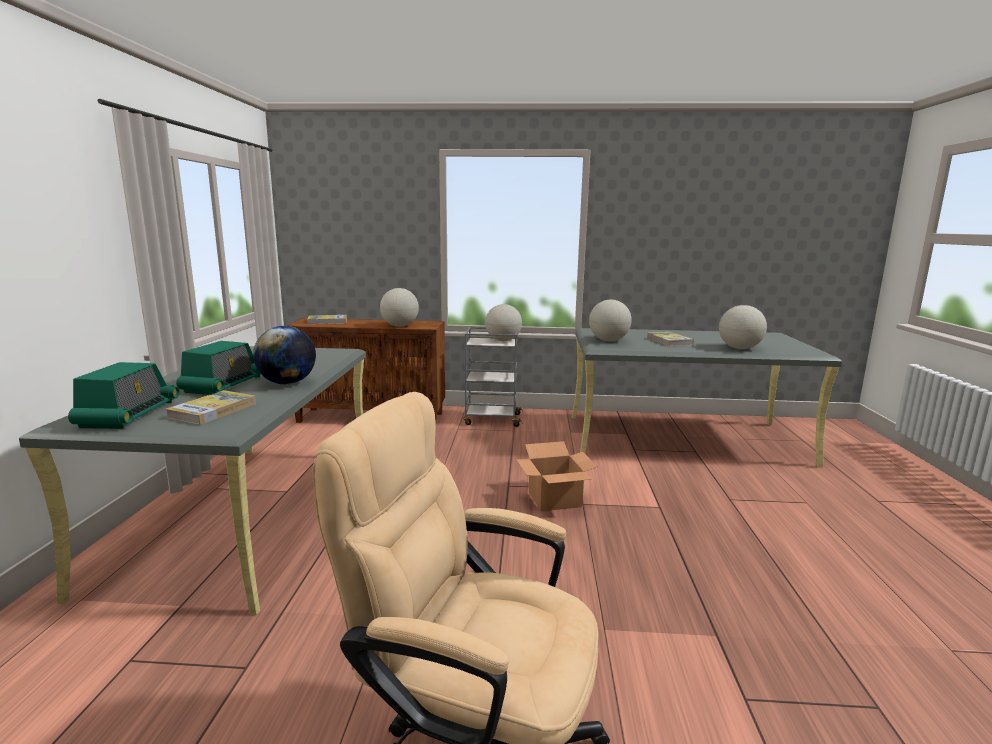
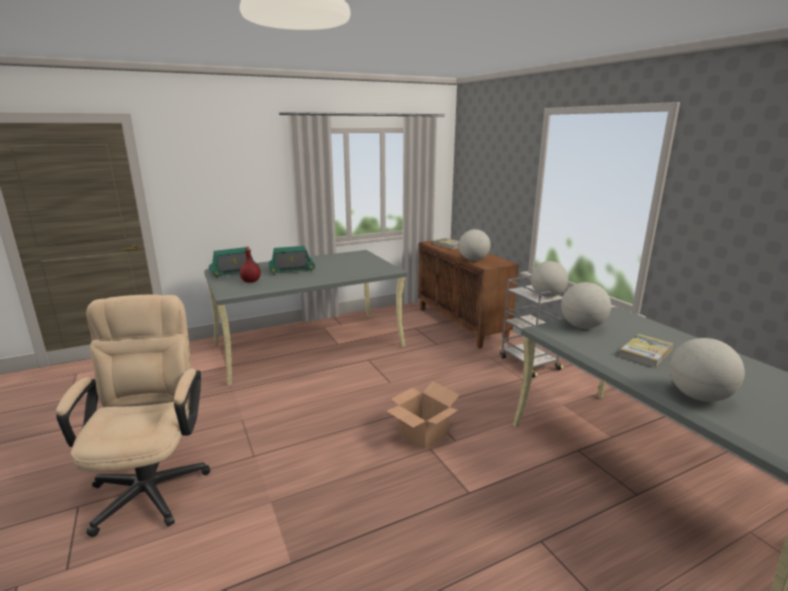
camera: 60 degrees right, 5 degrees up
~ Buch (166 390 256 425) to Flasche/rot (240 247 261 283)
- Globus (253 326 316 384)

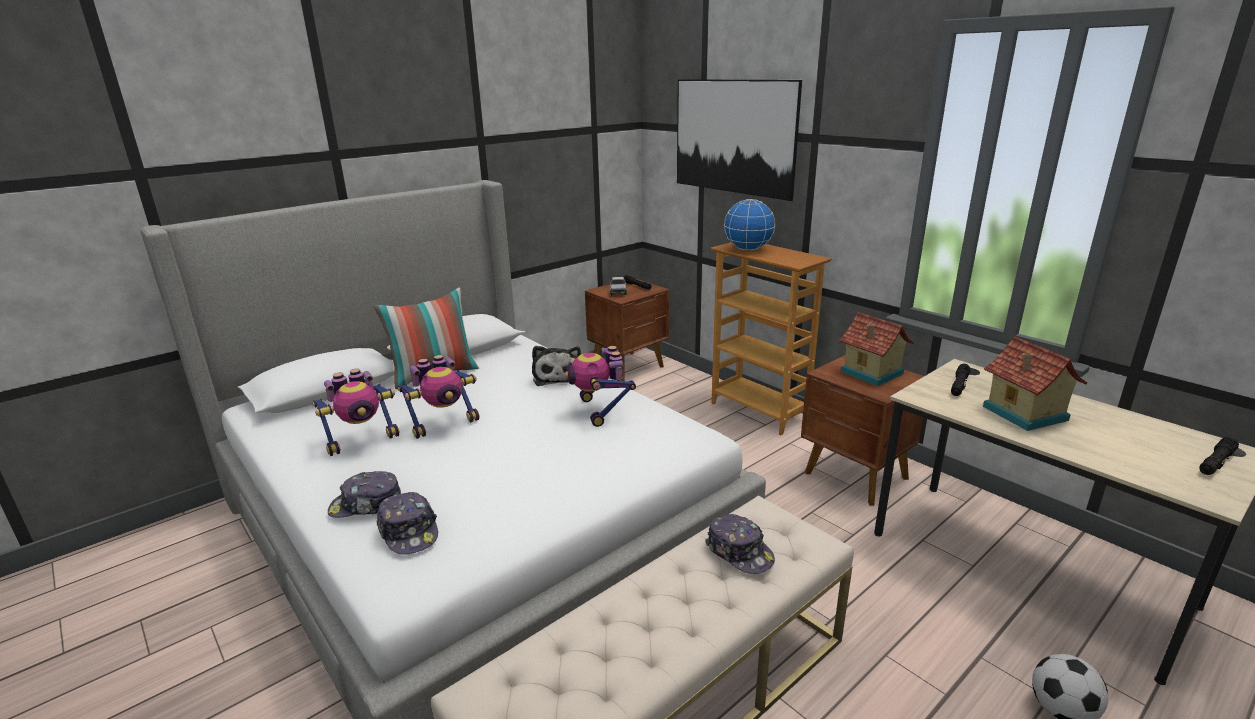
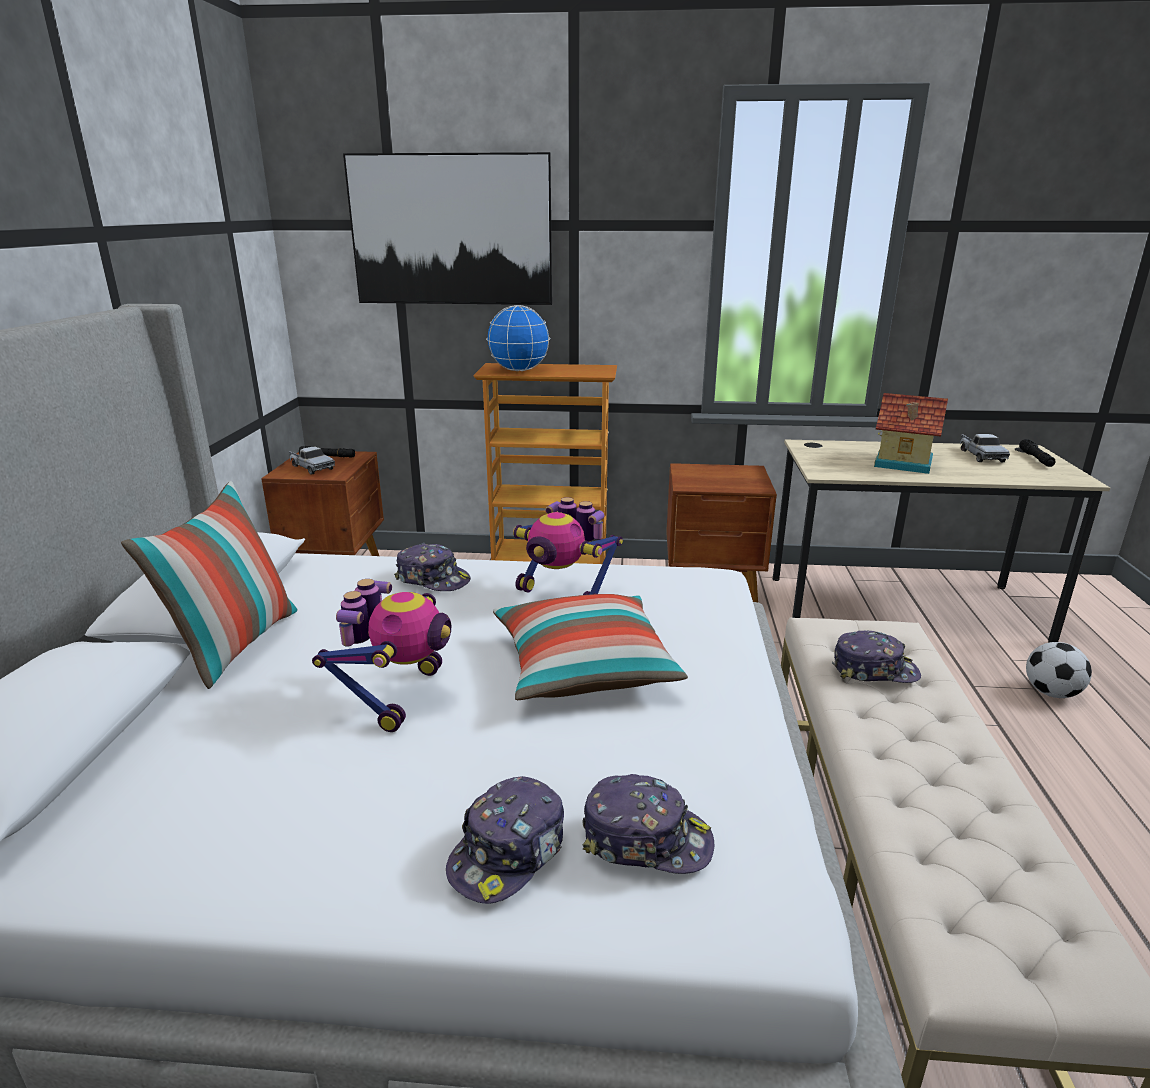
camera: 45 degrees left, 0 degrees up
~ Plüschtier (532 346 581 386) to Kappe (394 543 471 591)
+ Kissen (493 594 688 700)
+ Spielzeuglaster (960 434 1010 462)
- Spielzeugroboter (313 369 400 456)
- Spielzeughaus (839 312 914 386)
- Taschenlampe/schwarz (951 364 970 396)

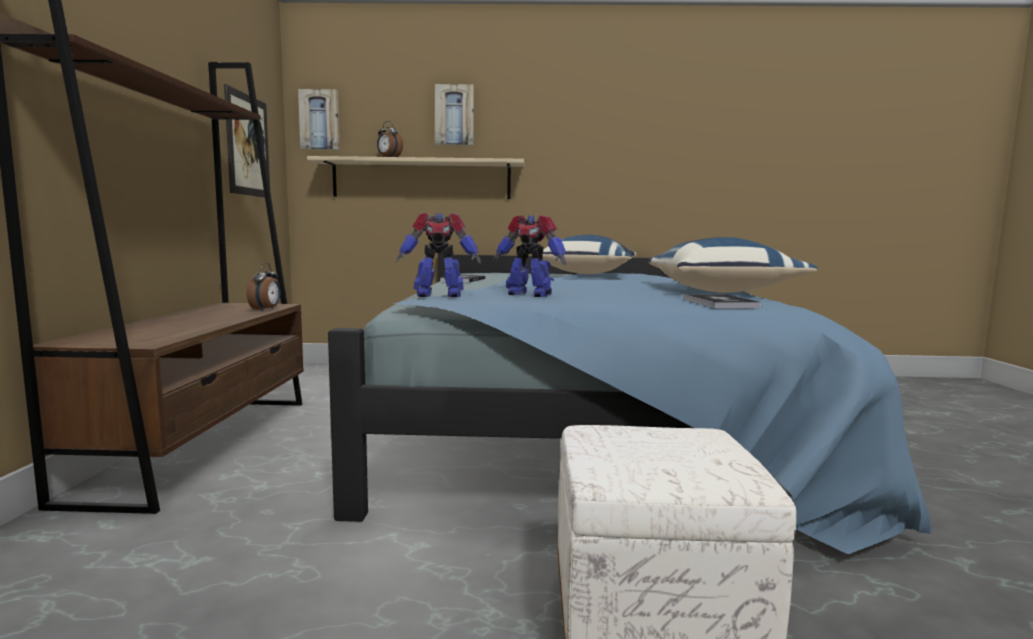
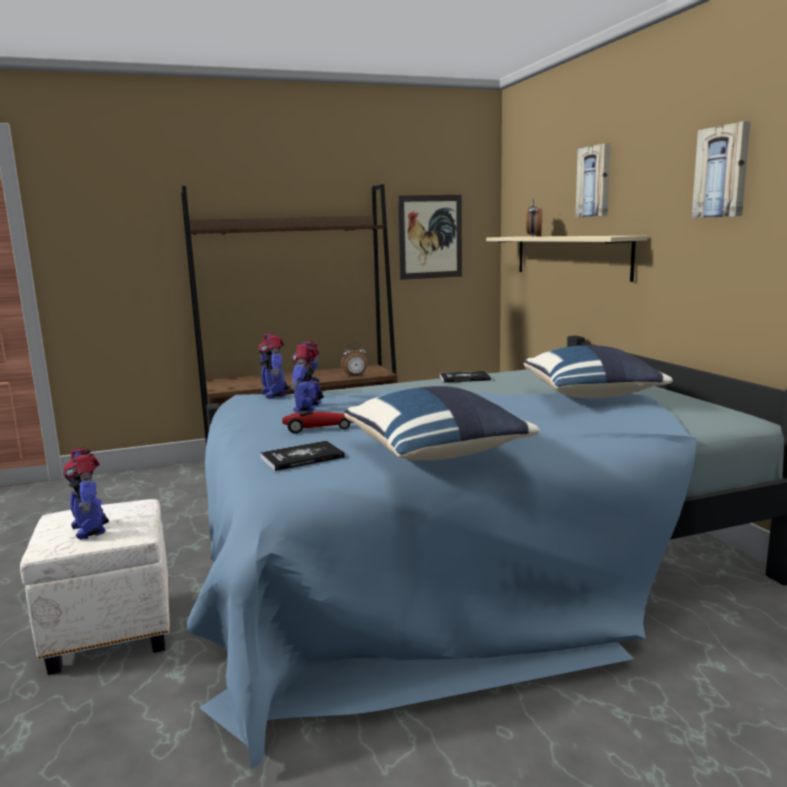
camera: 70 degrees right, 5 degrees up
+ Spielzeugroboter (62 447 109 540)
+ Spielzeugauto (282 412 353 434)
~ Bild (298 89 340 150) to (692 121 751 218)

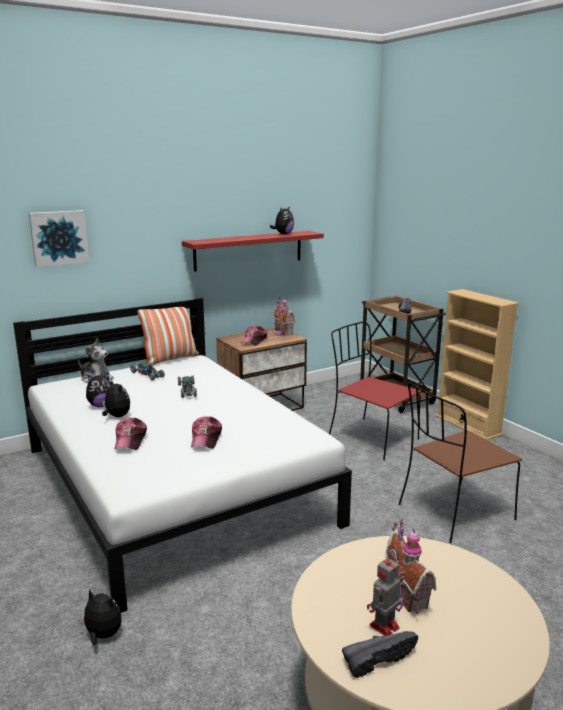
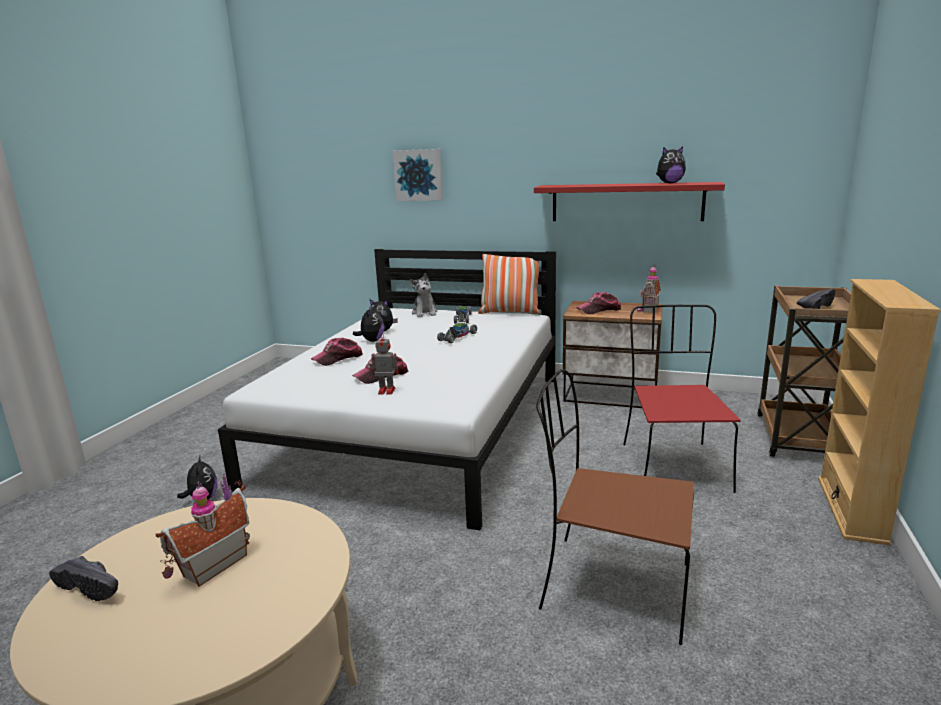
camera: 50 degrees right, 0 degrees up
~ Spielzeugroboter (367 554 401 636) to (369 333 399 394)

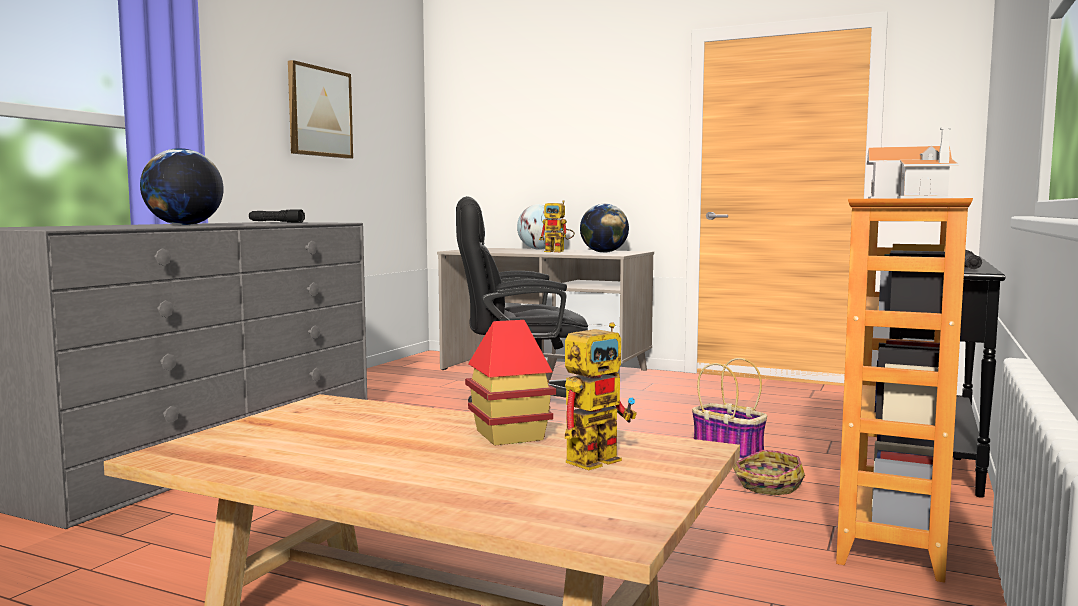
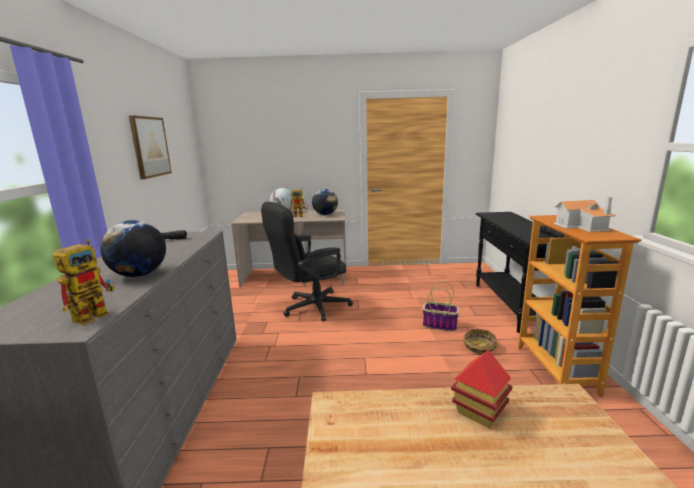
camera: 25 degrees left, 10 degrees up
~ Spielzeugroboter (565 323 637 470) to (53 239 114 325)

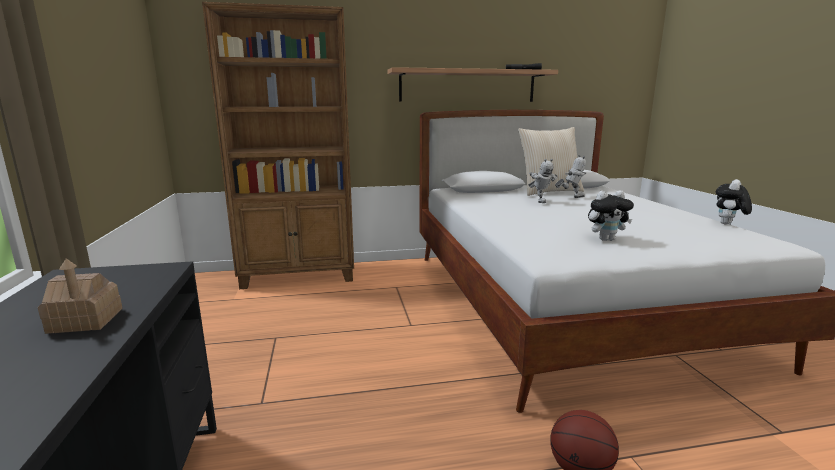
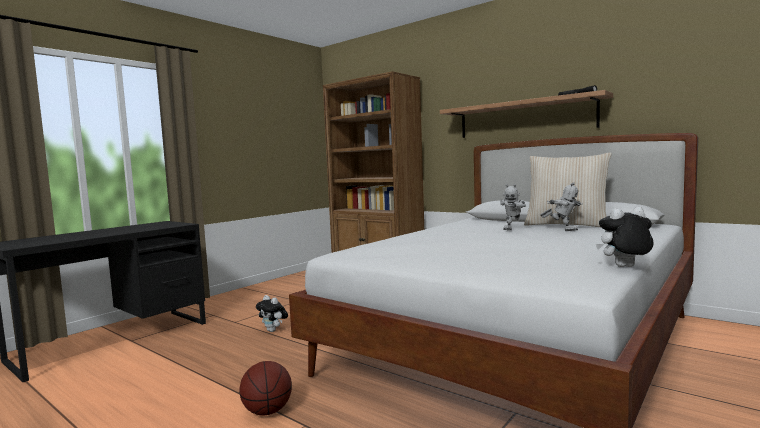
camera: 50 degrees right, 10 degrees down
~ Plüschtier (588 190 634 241) to (256 295 288 332)
- Spielzeughaus (38 258 122 334)

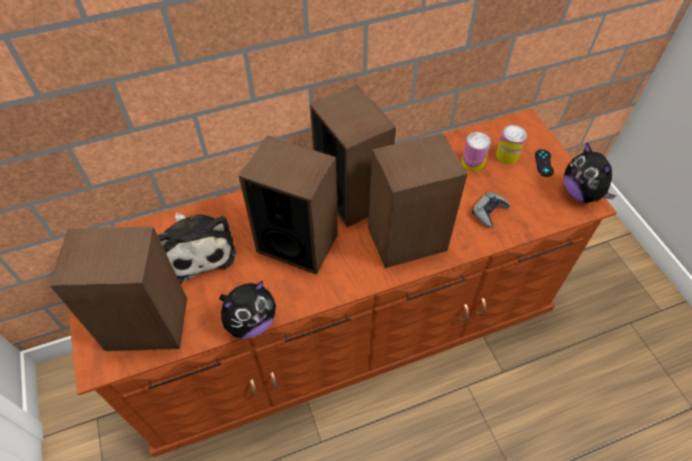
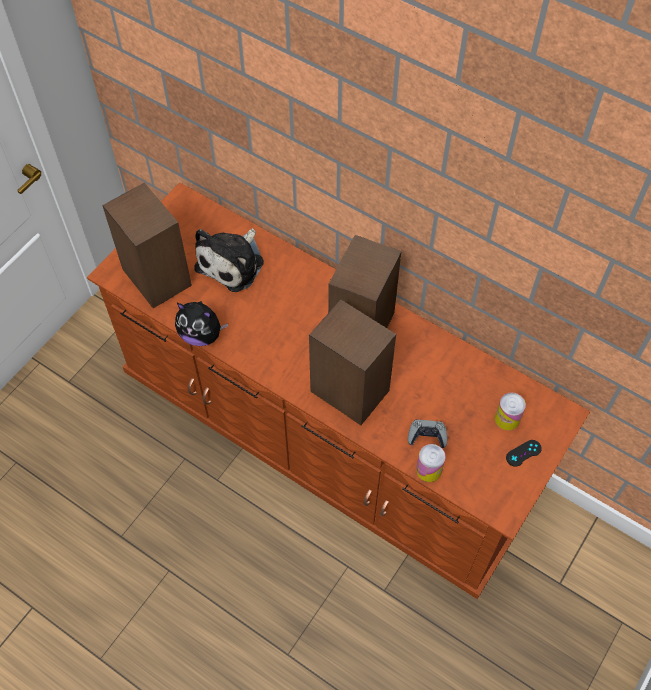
camera: 55 degrees right, 5 degrees up
~ Dose (461 132 491 171) to (416 444 446 482)
- Lautsprecher (239 135 338 275)
- Plüschtier (564 143 616 203)

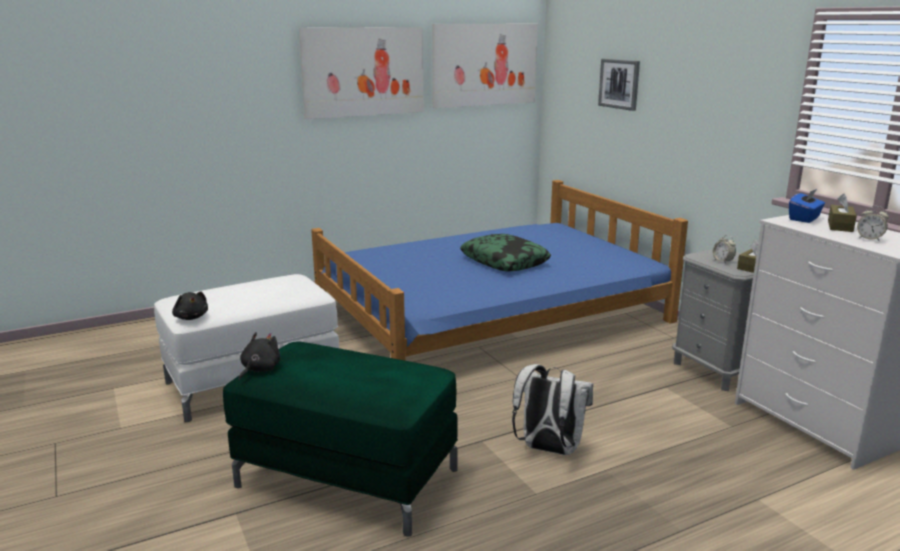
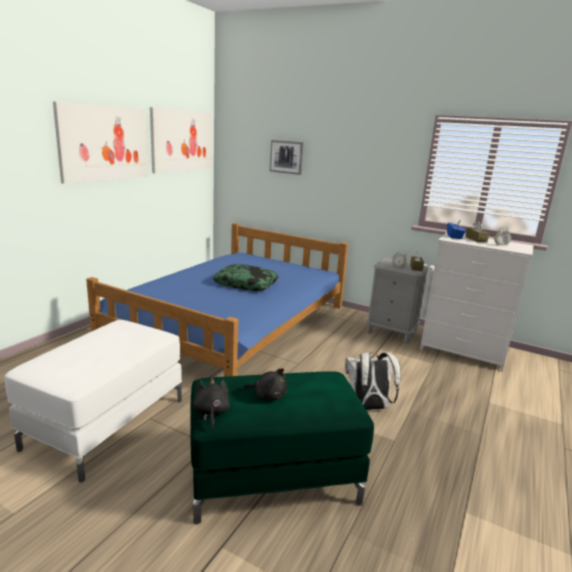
camera: 35 degrees left, 0 degrees up
~ Plüschtier/schwarz (172 292 208 320) to (243 368 287 400)

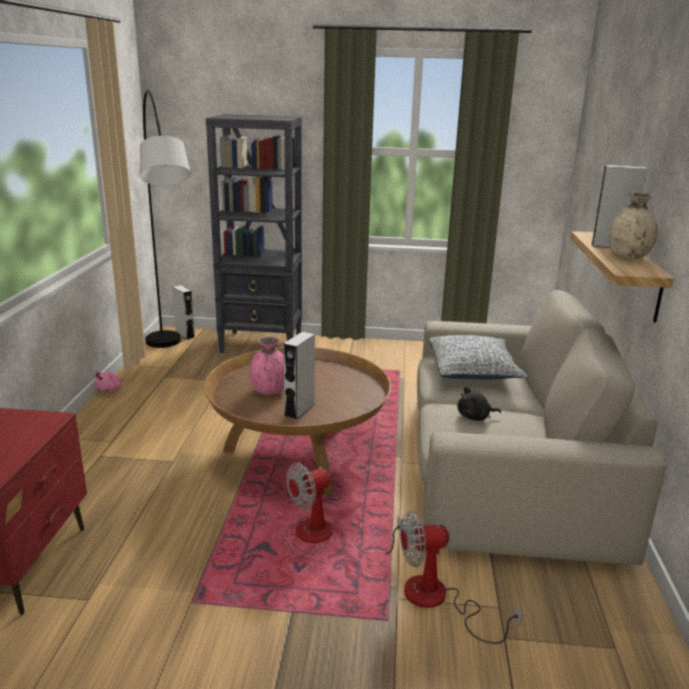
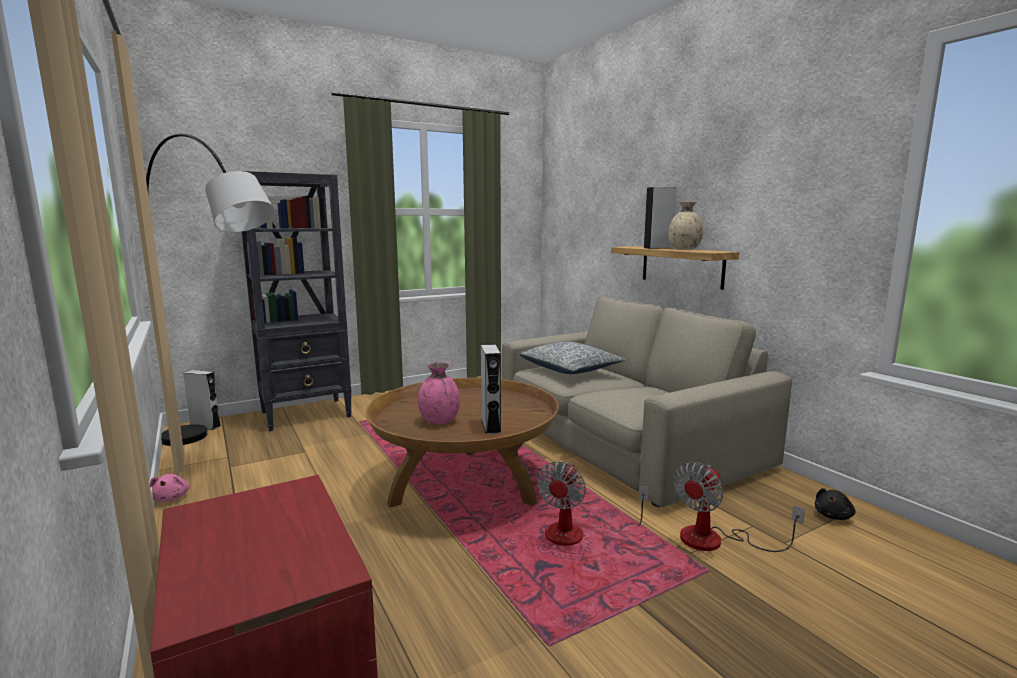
camera: 35 degrees left, 10 degrees down
~ Plüschtier/schwarz (457 387 501 421) to (815 488 856 520)

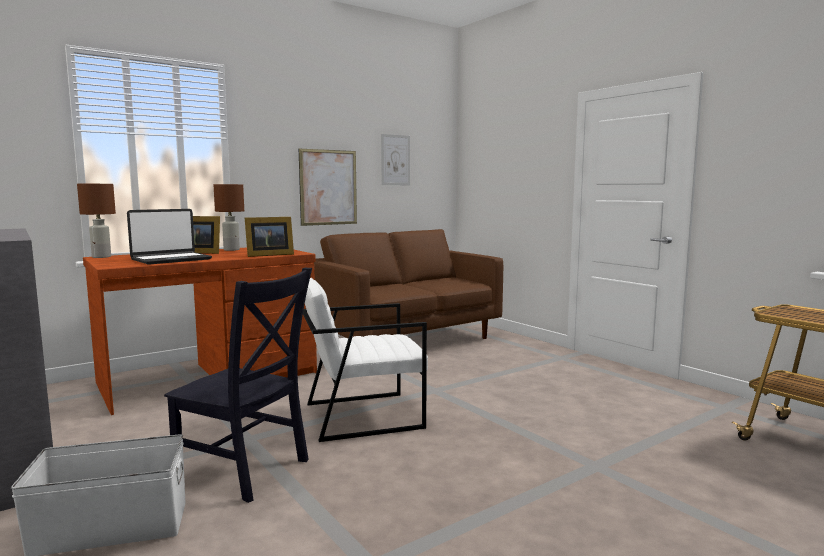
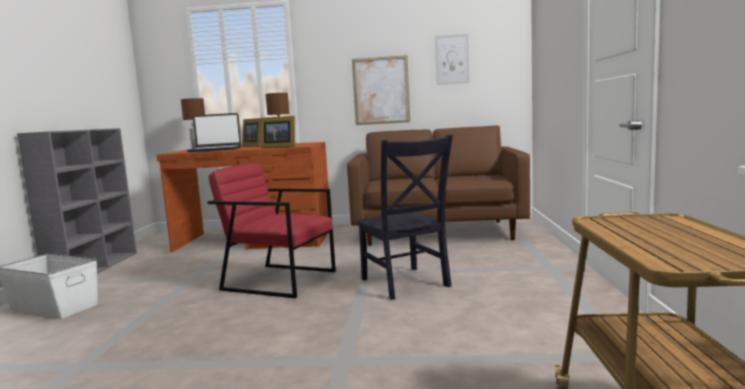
camera: 40 degrees right, 0 degrees up
~ Sessel/weiß (303 278 428 442) to Sessel/rot (207 163 336 298)
~ Stuhl/schwarz (164 268 312 503) to (357 135 453 300)

